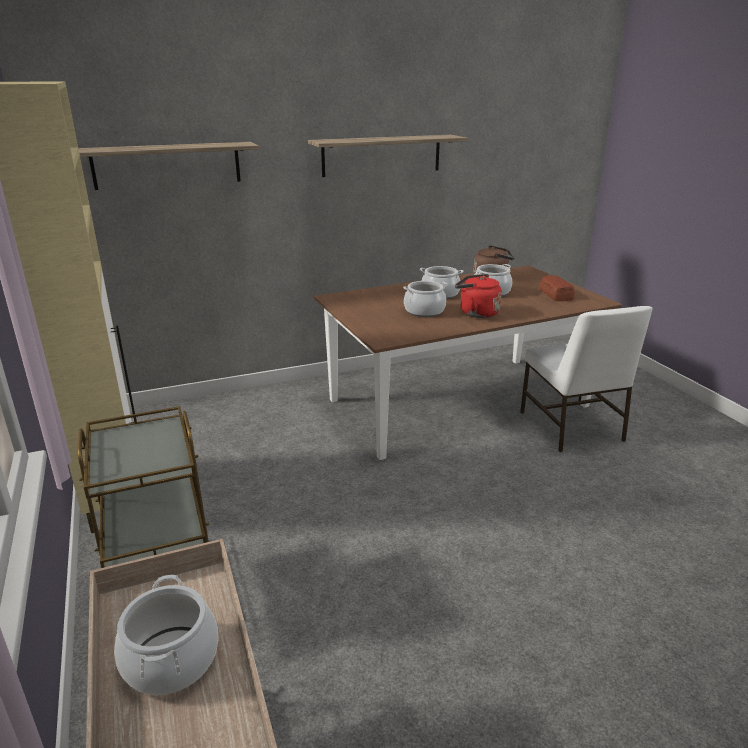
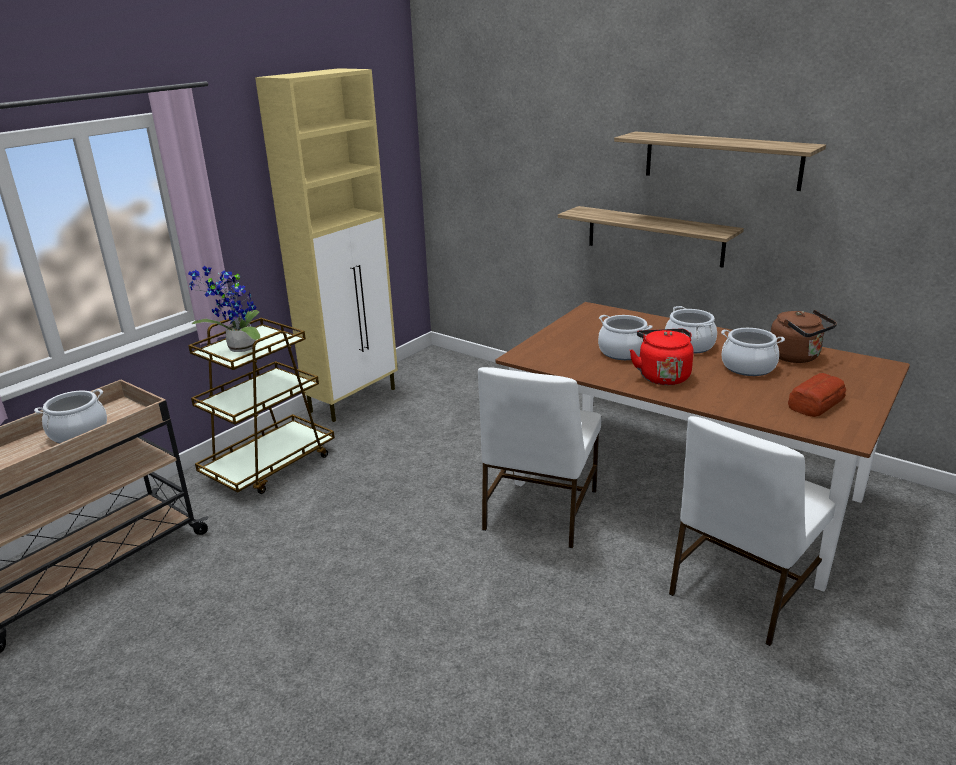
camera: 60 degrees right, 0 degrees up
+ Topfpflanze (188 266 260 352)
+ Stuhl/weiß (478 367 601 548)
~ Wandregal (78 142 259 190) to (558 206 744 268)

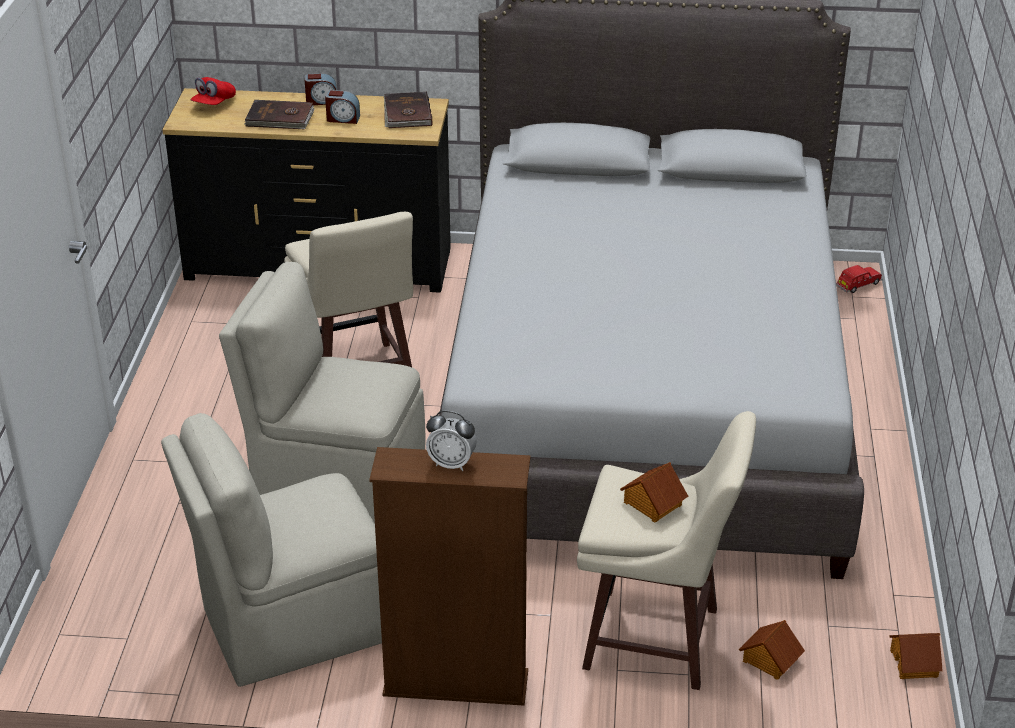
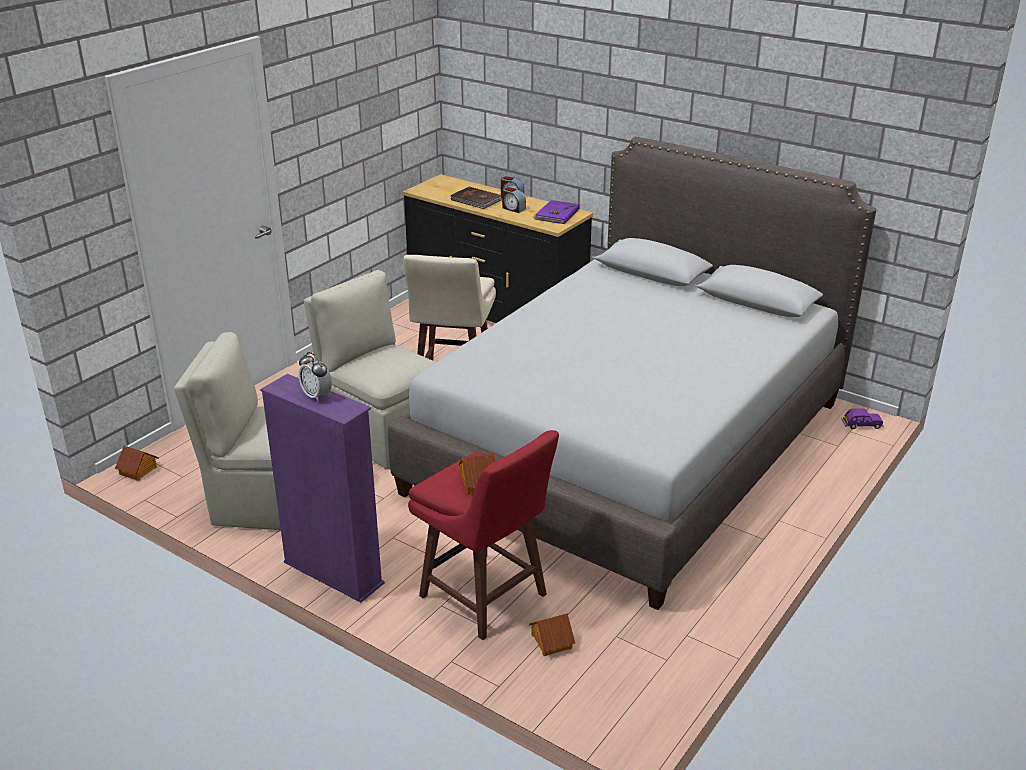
camera: 30 degrees right, 5 degrees down
~ Spielzeughaus (889 633 943 679) to (115 445 159 481)
~ Bücherregal/braun (369 447 530 706) to Bücherregal/lila (260 374 385 603)
~ Hocker/beige (577 411 756 690) to Hocker/rot (408 430 559 640)
~ Buch/braun (384 92 432 128) to Buch/lila (533 200 580 224)
~ Spielzeugauto/rot (836 265 883 293) to Spielzeugauto/lila (841 408 884 429)
- Kappe/rot (190 77 236 105)

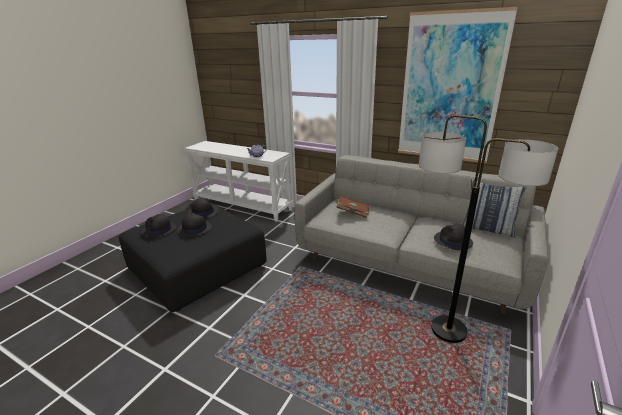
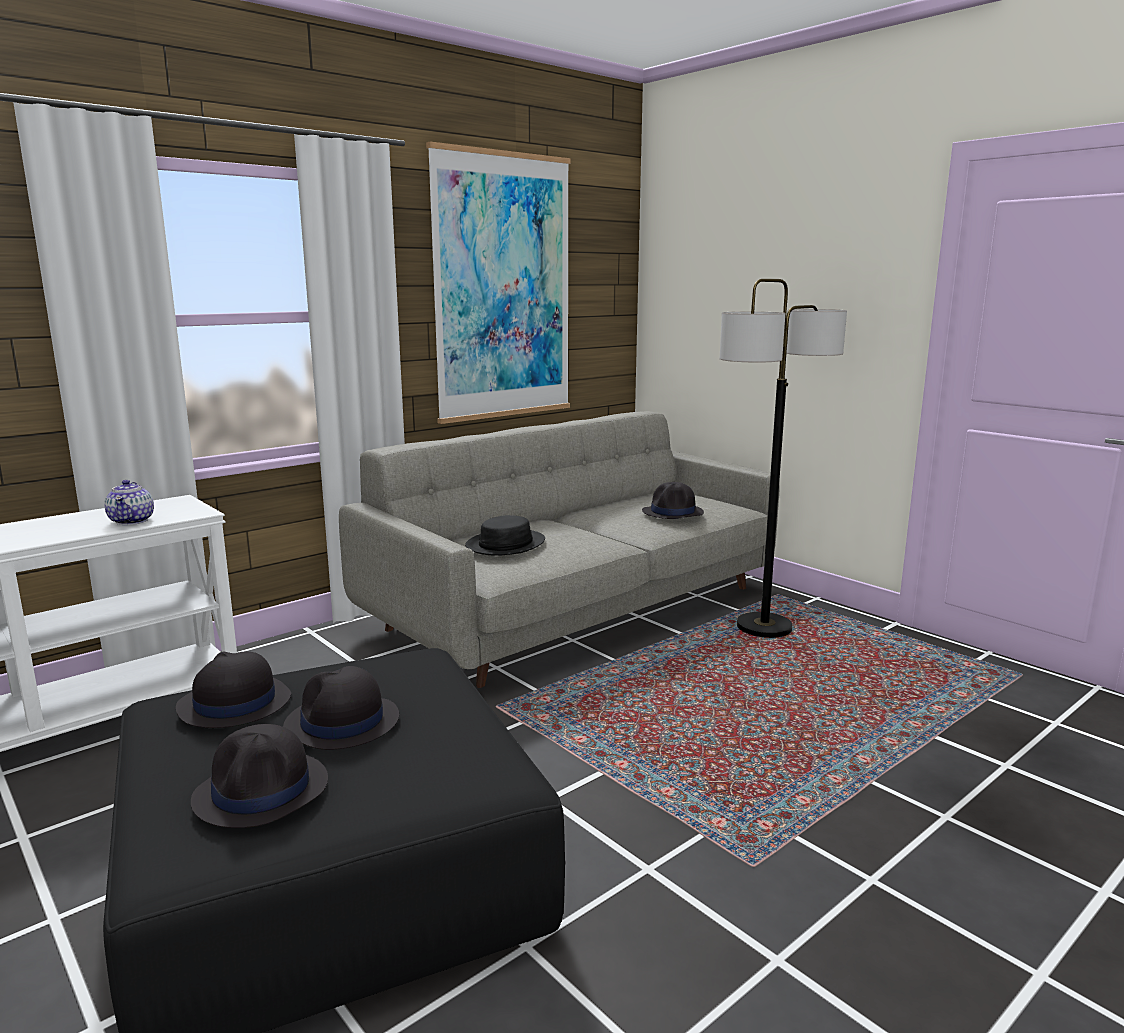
camera: 70 degrees left, 10 degrees down
~ Buch/braun (336 195 369 218) to Hut/schwarz (465 515 545 556)
- Kissen (462 179 527 238)

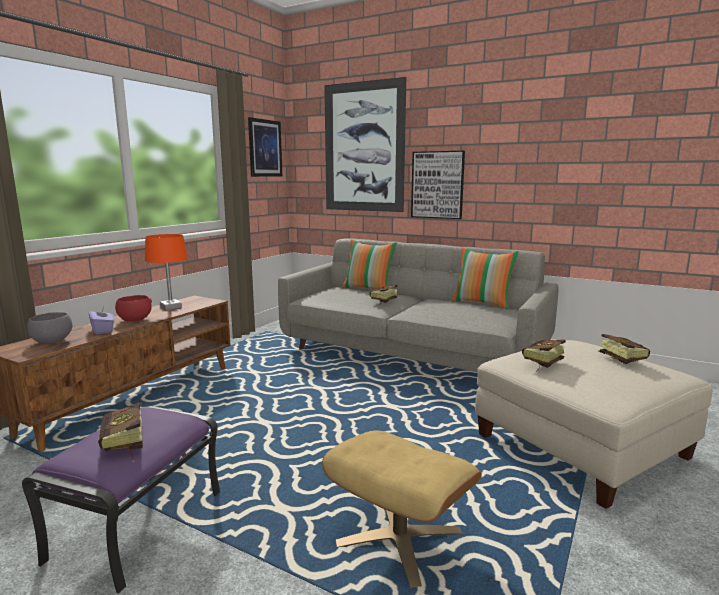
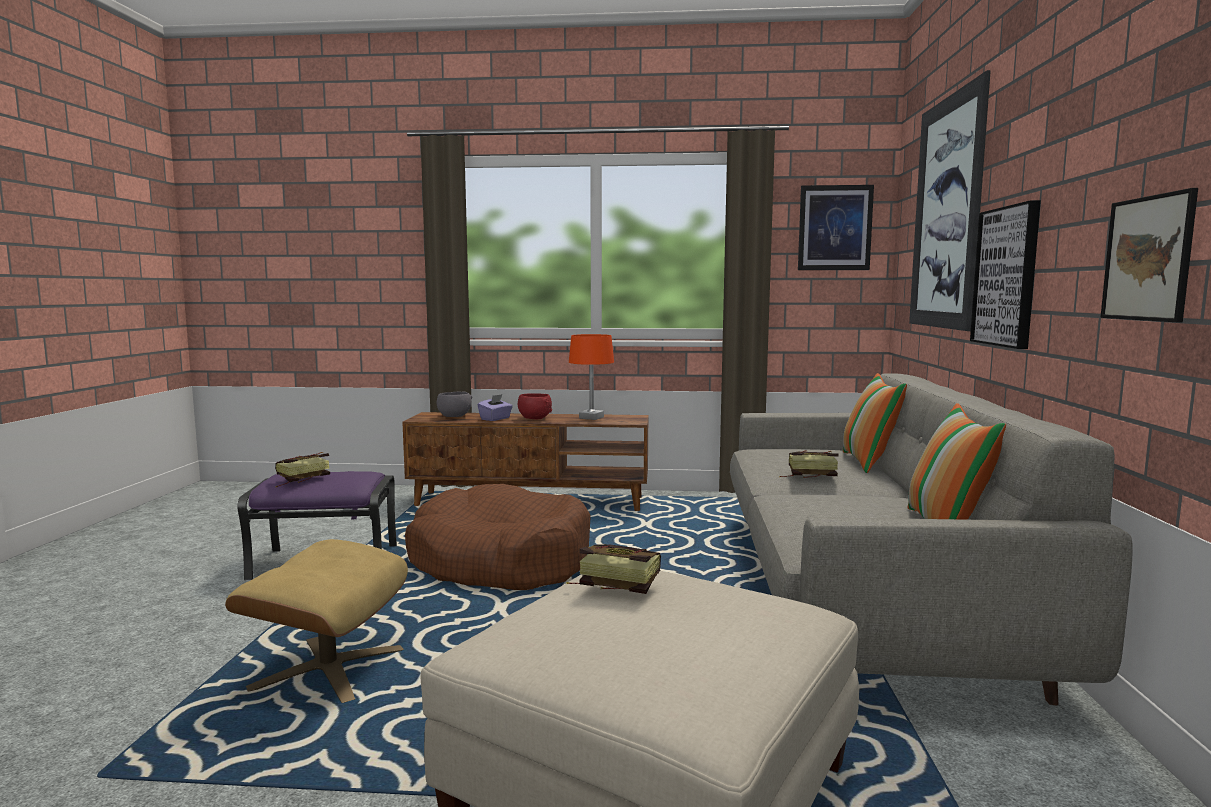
camera: 65 degrees right, 5 degrees down
+ Hundebett/braun (405 484 591 590)
+ Bild (1101 188 1198 322)
- Buch (598 334 650 364)

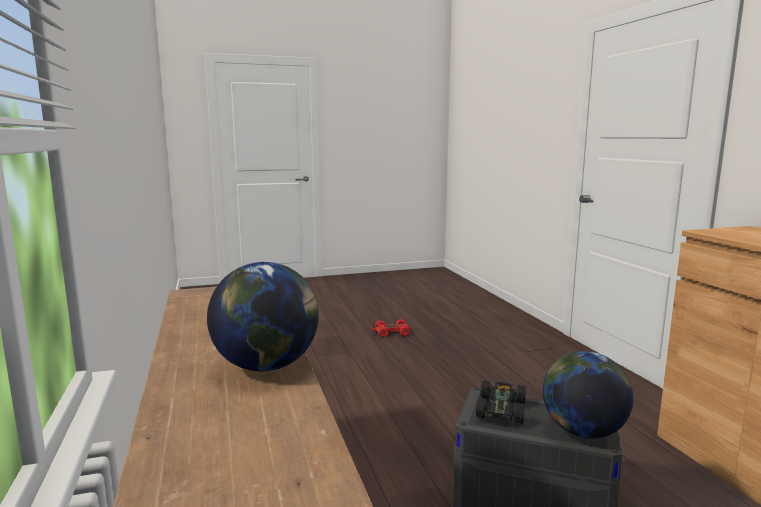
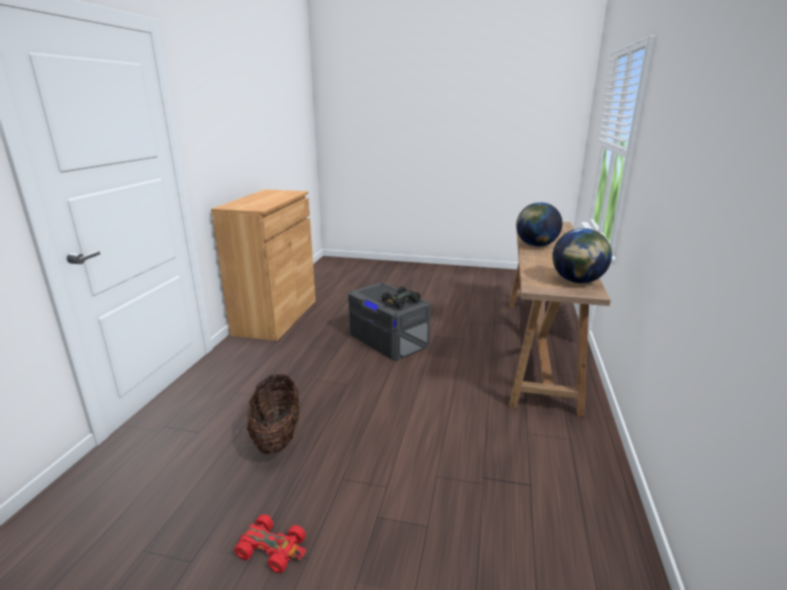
camera: 150 degrees left, 10 degrees up
+ Korb (247 374 300 454)
~ Globus (543 351 633 438) to (552 228 612 283)

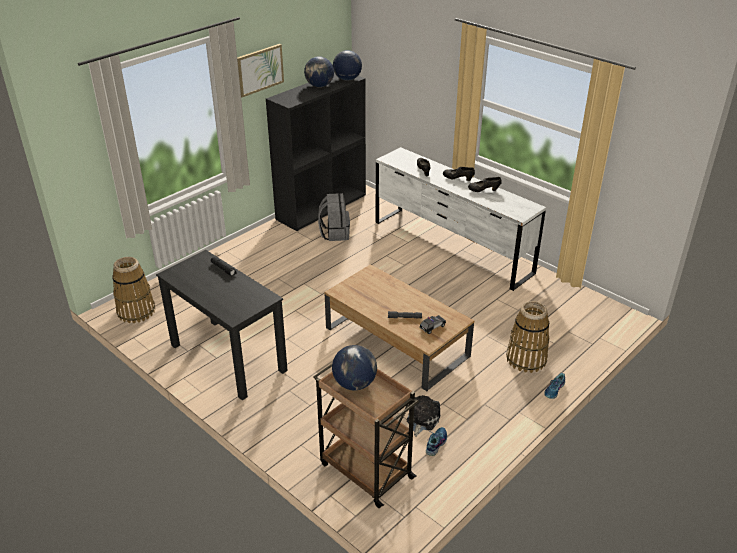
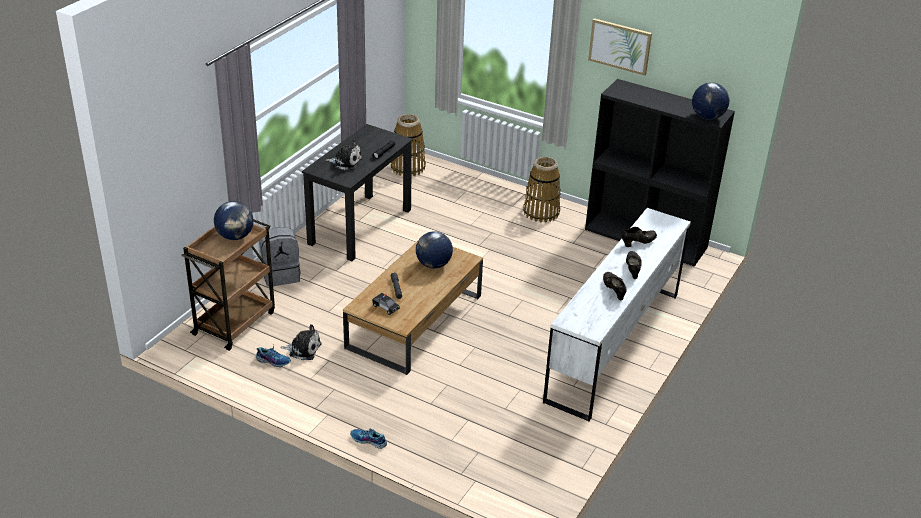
camera: 75 degrees right, 0 degrees up
~ Rucksack/grau (318 193 350 241) to (259 227 301 287)
+ Plüschtier (325 140 362 170)
~ Globus (304 56 334 87) to (416 231 453 269)
~ Korb (506 301 550 373) to (523 157 561 223)

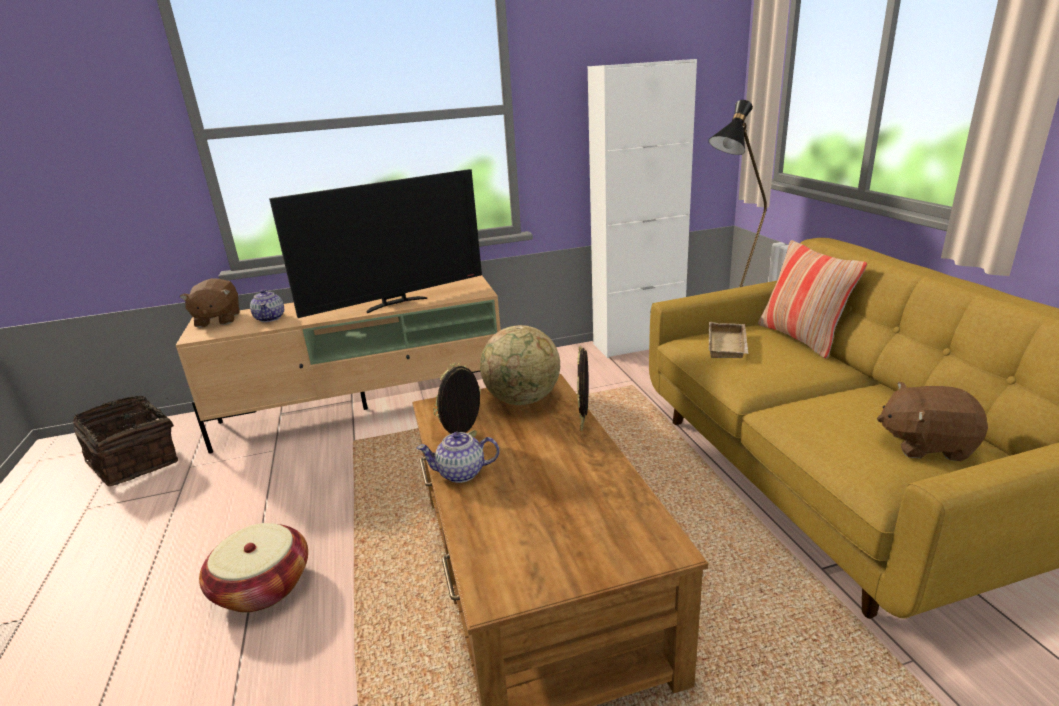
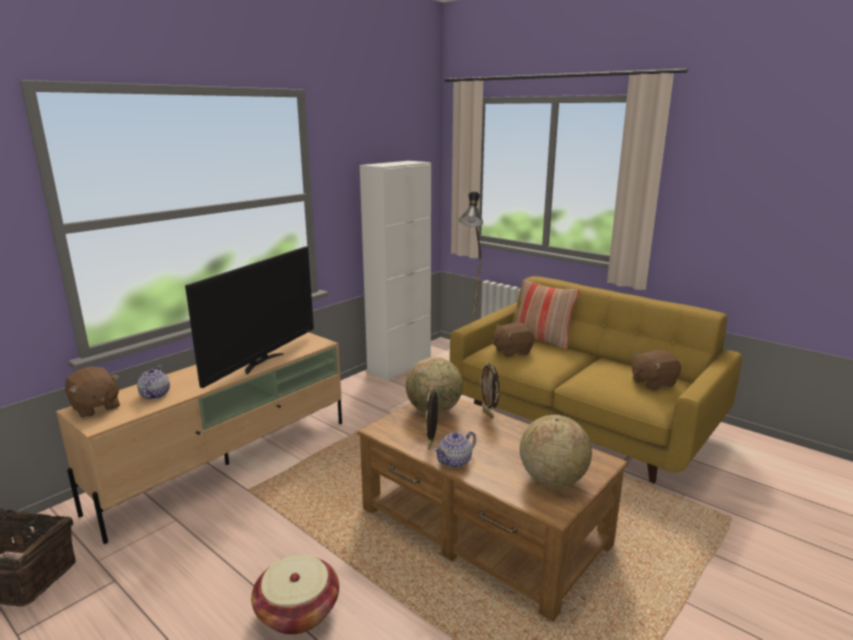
camera: 35 degrees left, 5 degrees down
~ Teekanne (250 289 284 322) = (137 366 170 399) 135 degrees counterclockwise
~ Tablett/beige (709 322 749 358) to Plüschtier/braun (491 323 534 357)
+ Globus (520 415 592 487)

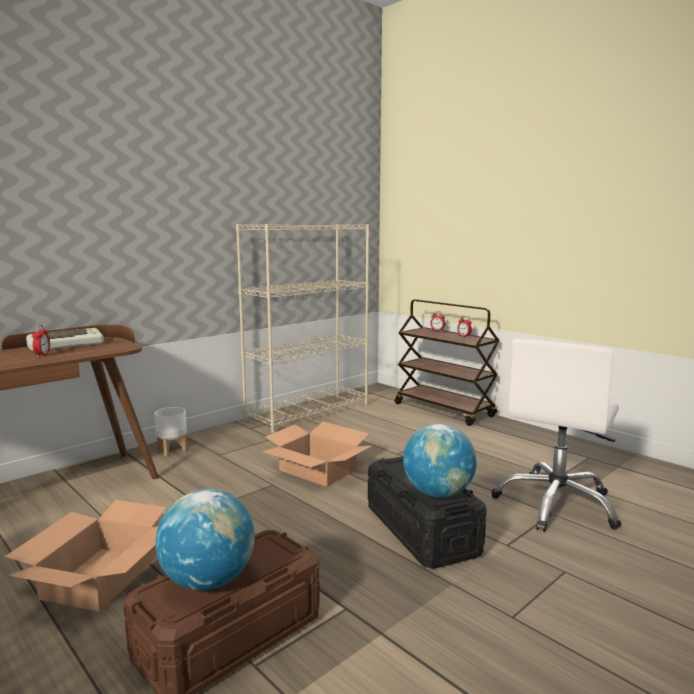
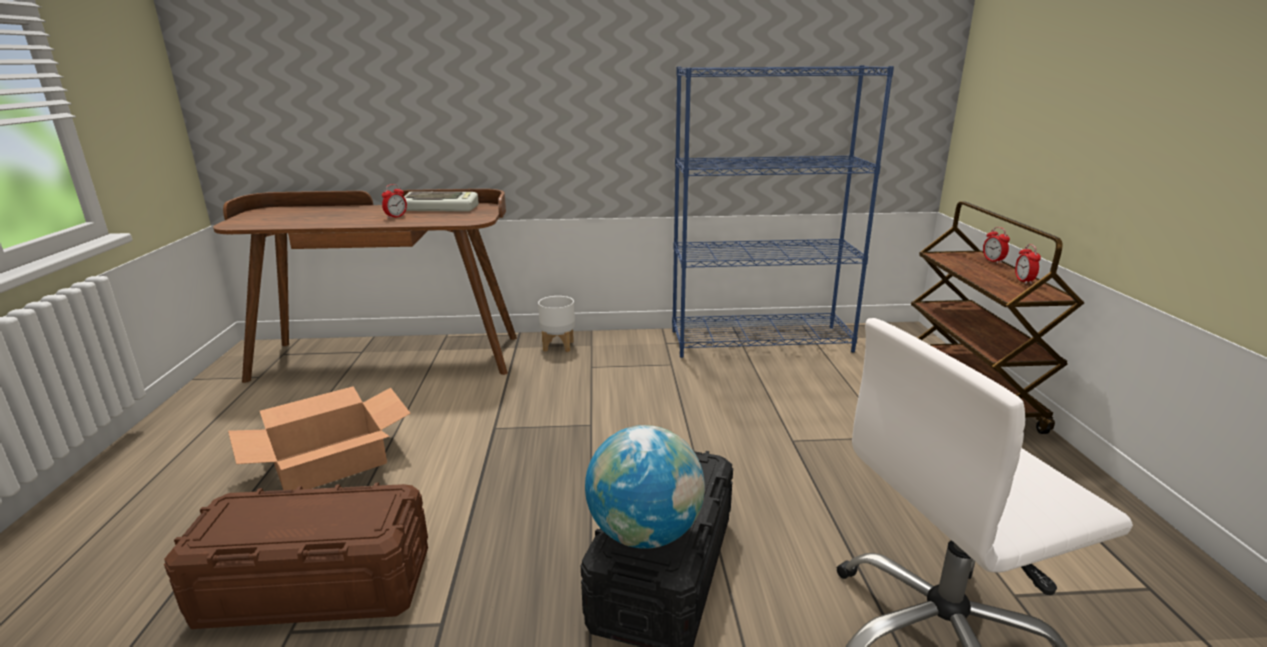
camera: 40 degrees right, 10 degrees up
~ Bücherregal/beige (236 224 369 433) to Bücherregal/blau (672 65 894 358)
- Globus (155 489 255 591)
- Karton (262 422 373 487)

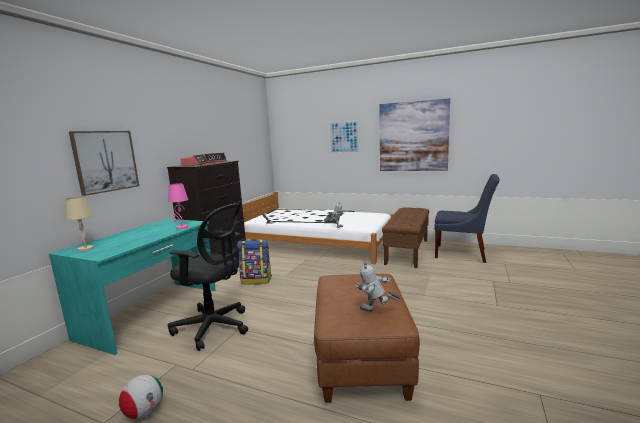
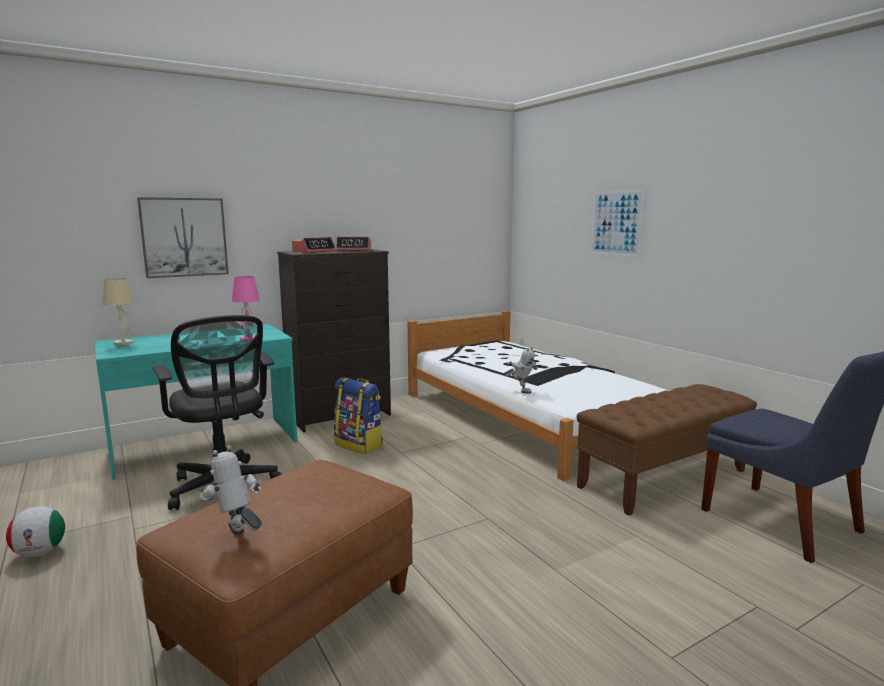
camera: 35 degrees right, 0 degrees up
- Bild (379 98 450 171)

